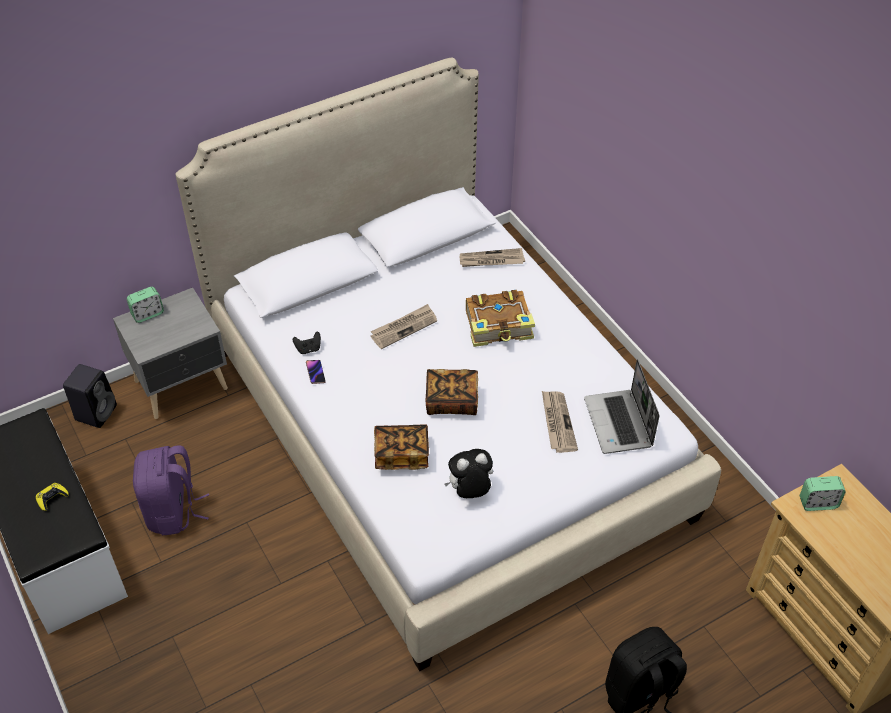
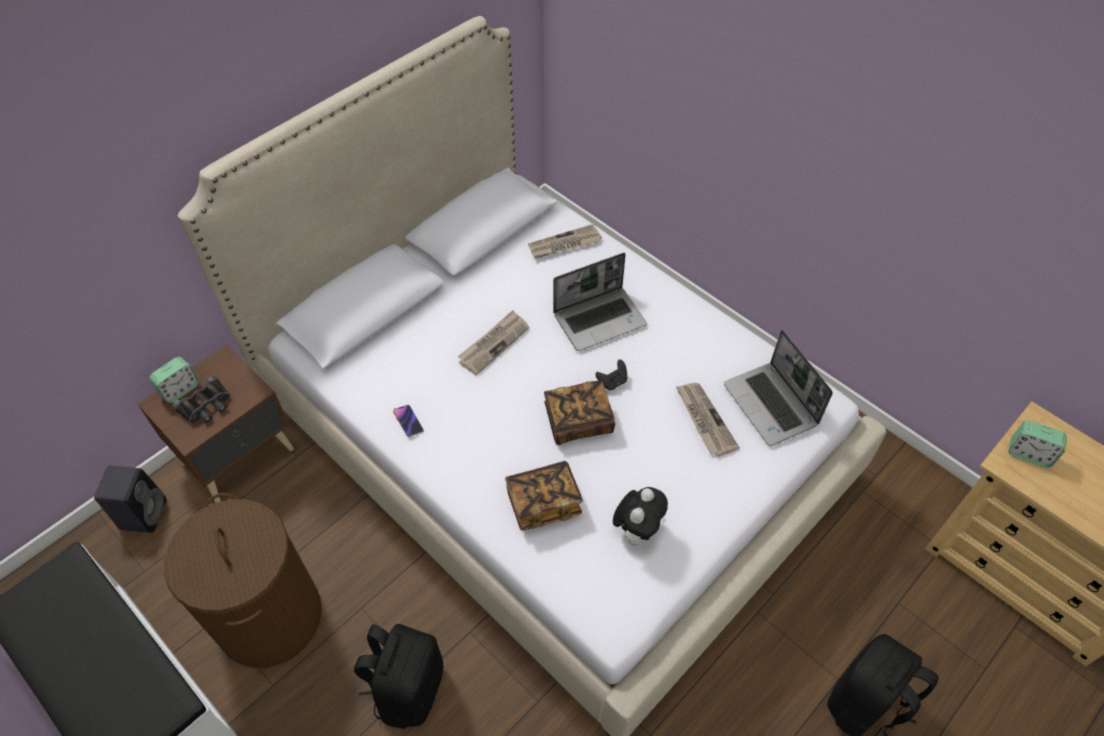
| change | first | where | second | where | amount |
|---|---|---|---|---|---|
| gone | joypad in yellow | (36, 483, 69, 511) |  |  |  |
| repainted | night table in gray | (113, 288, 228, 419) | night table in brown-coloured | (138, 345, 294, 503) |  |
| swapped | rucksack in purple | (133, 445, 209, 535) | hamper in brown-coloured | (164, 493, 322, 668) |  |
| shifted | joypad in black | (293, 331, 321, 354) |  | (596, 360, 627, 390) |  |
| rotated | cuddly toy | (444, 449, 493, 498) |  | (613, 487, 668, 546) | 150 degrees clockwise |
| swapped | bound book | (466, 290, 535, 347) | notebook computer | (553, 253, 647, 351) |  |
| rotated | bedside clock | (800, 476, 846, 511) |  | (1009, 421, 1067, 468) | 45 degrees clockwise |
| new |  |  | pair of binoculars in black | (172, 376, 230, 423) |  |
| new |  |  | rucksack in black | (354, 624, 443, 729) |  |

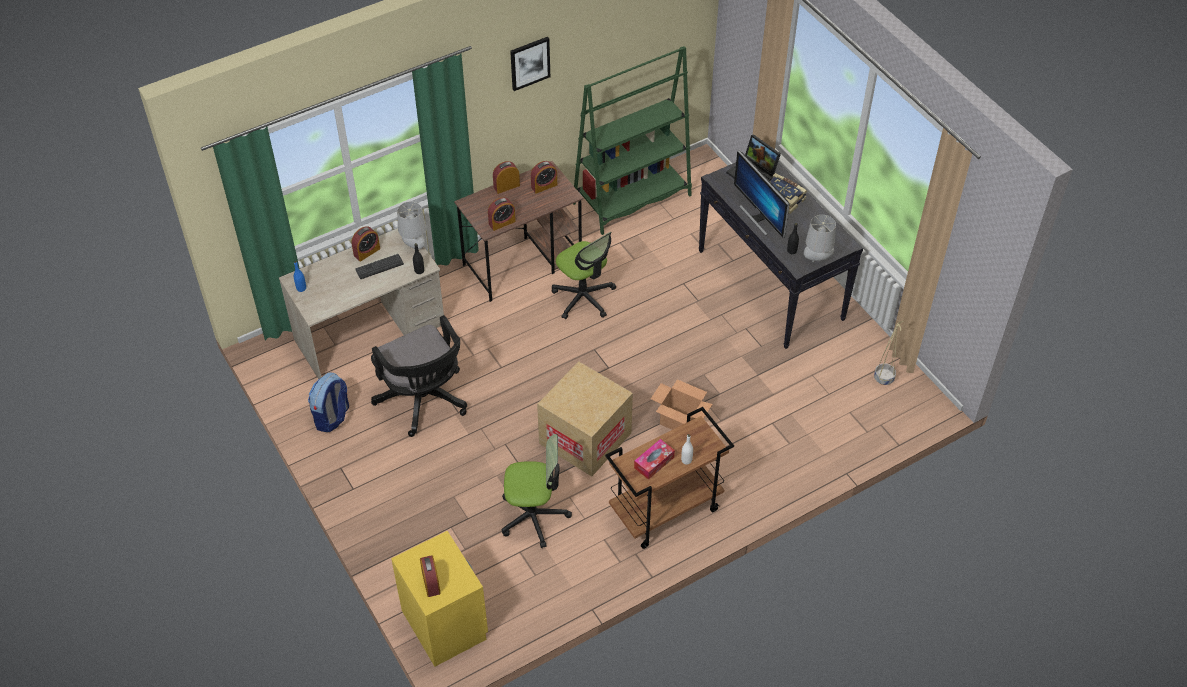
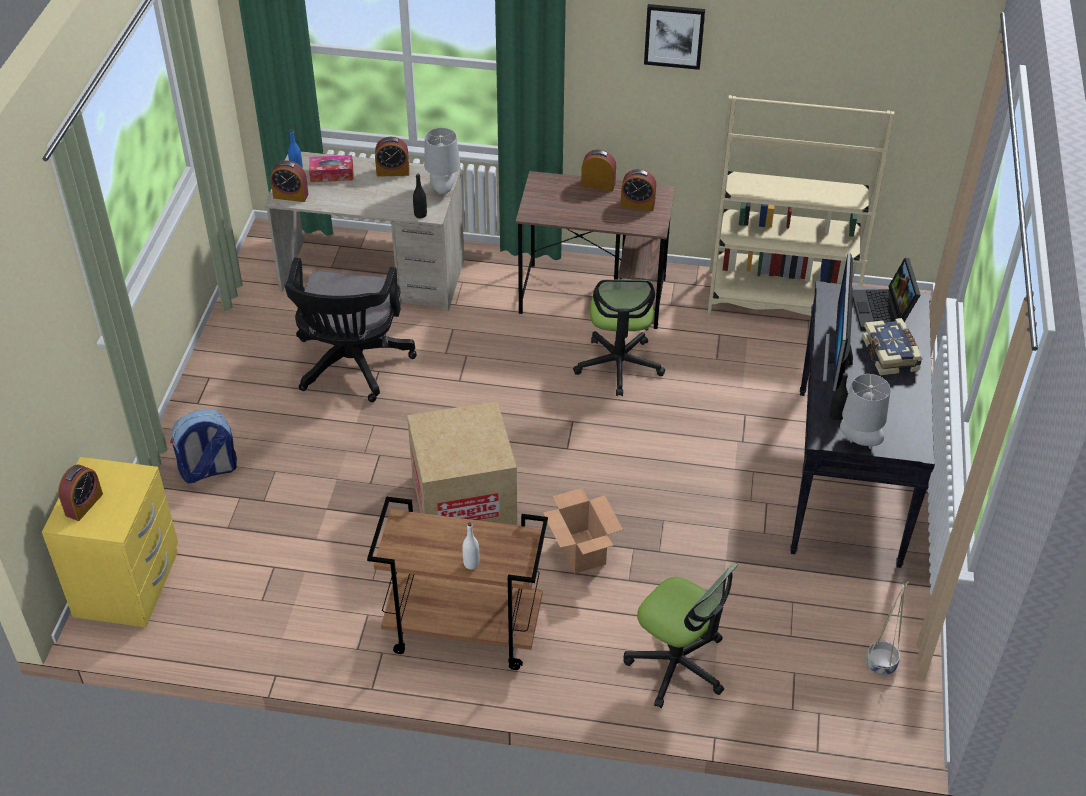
| change | first | where | second | where | amount |
|---|---|---|---|---|---|
| shifted | rucksack | (308, 372, 349, 432) |  | (170, 410, 237, 483) |  |
| gone | computer keyboard | (355, 254, 404, 279) |  |  |  |
| shifted | bedside clock | (488, 197, 516, 231) |  | (271, 160, 309, 202) |  |
| shifted | computer chair | (502, 434, 572, 548) |  | (623, 563, 738, 708) |  |
| repainted | shelving unit in greenish | (573, 46, 692, 235) | shelving unit in beige-coloured | (707, 95, 895, 317) |  |
| shifted | box of tissues | (634, 439, 675, 480) |  | (309, 155, 353, 182) |  |

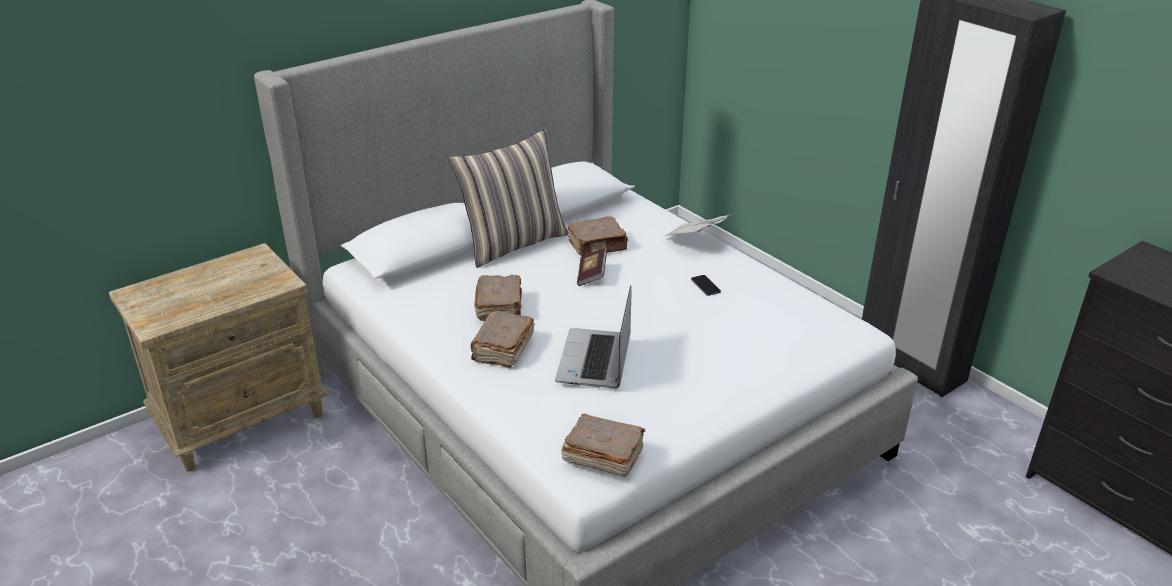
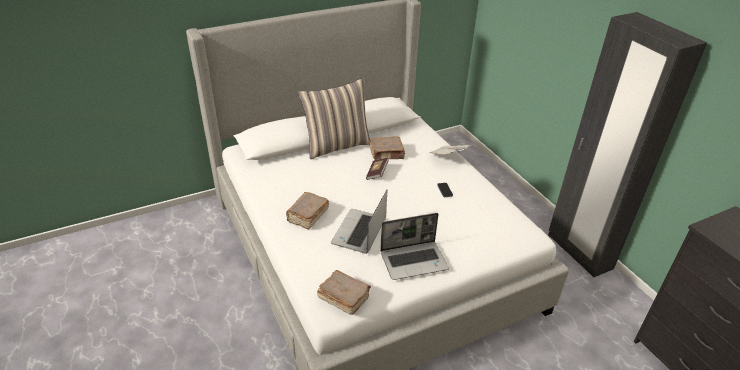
| change | first | where | second | where | amount |
|---|---|---|---|---|---|
| gone | night table in beige-coloured | (109, 243, 329, 472) |  |  |  |
| gone | bound book in brown-coloured | (474, 275, 522, 321) |  |  |  |
| new |  |  | notebook computer | (380, 213, 449, 280) |  |

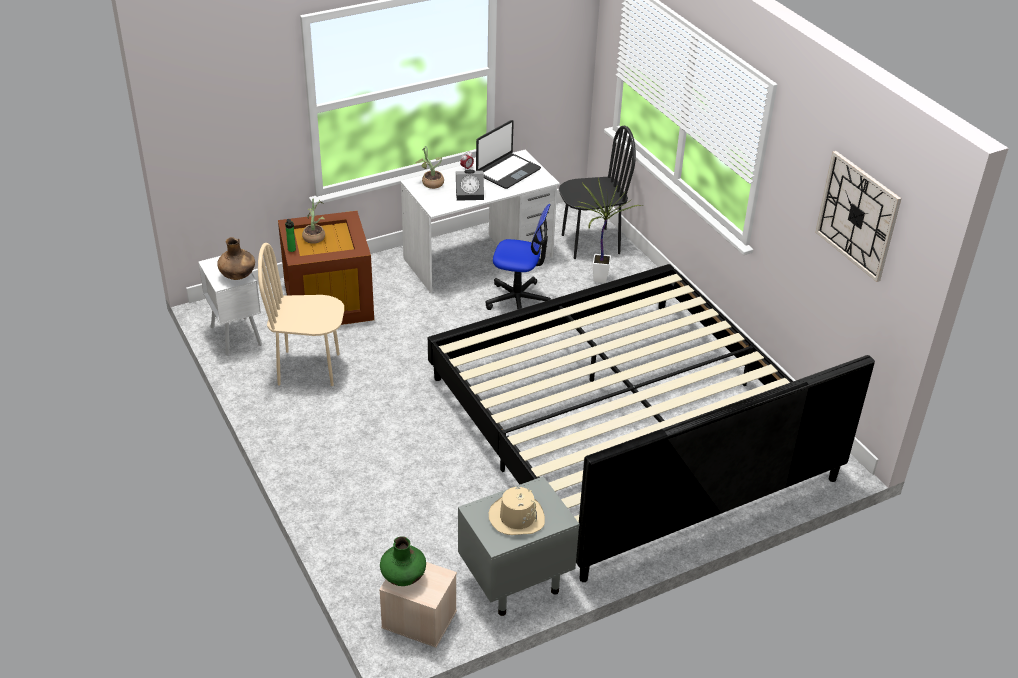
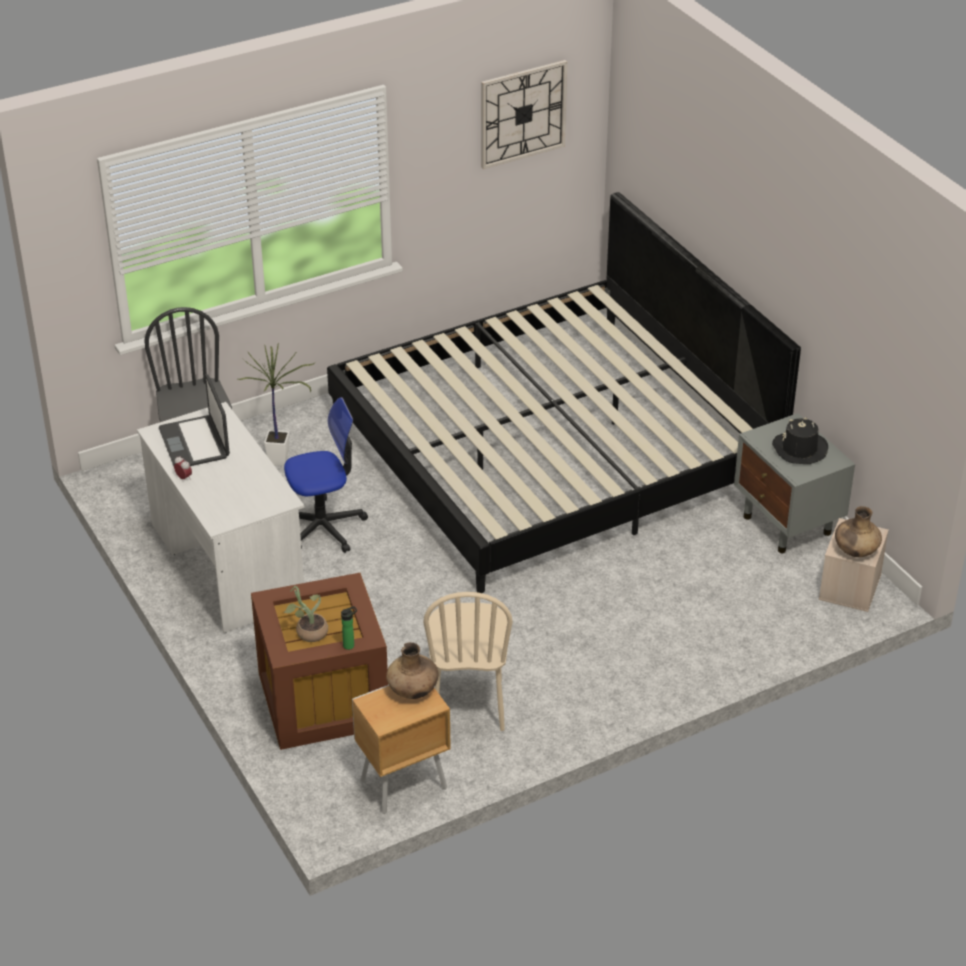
| change | first | where | second | where | amount |
|---|---|---|---|---|---|
| repainted | night table in white | (198, 256, 262, 356) | night table in brown-coloured | (352, 685, 451, 814) |  |
| repainted | flower vase in greenish | (380, 536, 426, 586) | flower vase in brown-coloured | (835, 506, 882, 557) |  |
| gone | potted plant | (415, 146, 444, 189) |  |  |  |
| gone | bedside clock | (456, 170, 484, 201) |  |  |  |
| rotated | notebook computer | (476, 120, 541, 189) |  | (159, 374, 230, 466) | 150 degrees counterclockwise |
| rotated | computer chair | (486, 204, 551, 310) |  | (284, 397, 368, 553) | 60 degrees clockwise |
| repainted | wearable hat in beige-coloured | (489, 487, 545, 535) | wearable hat in black | (772, 418, 828, 464) |  |

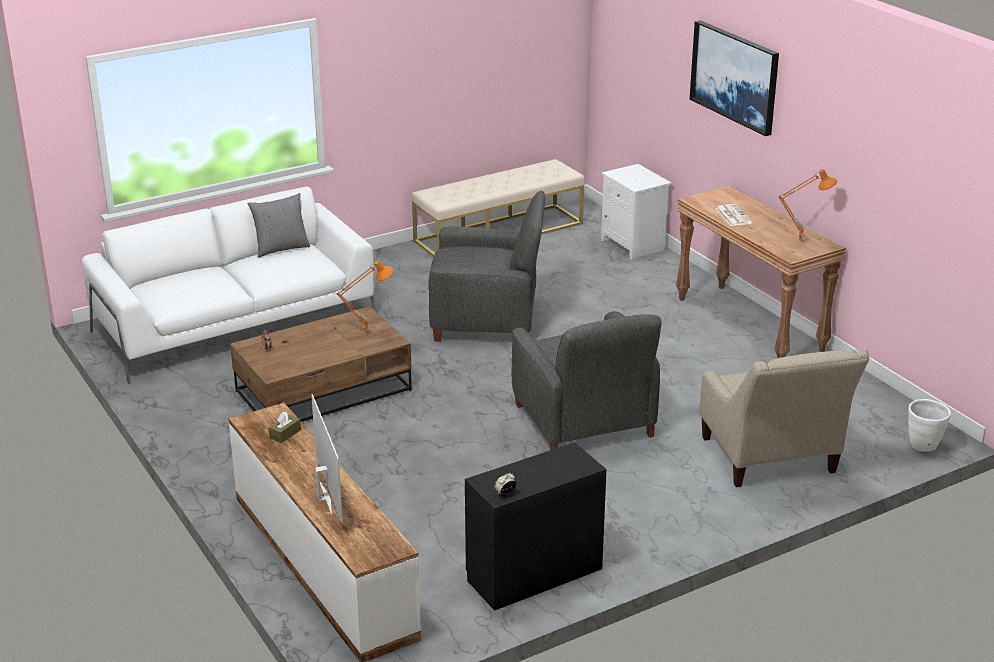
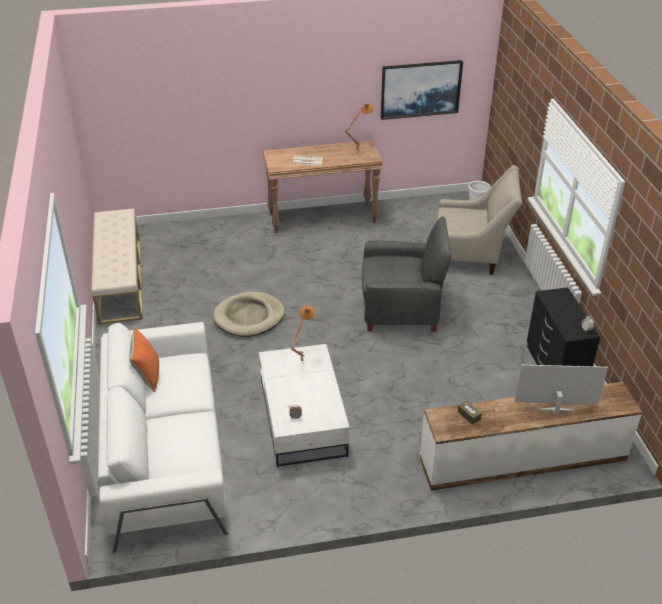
| change | first | where | second | where | amount |
|---|---|---|---|---|---|
| repainted | lounge table in brown-coloured | (230, 307, 412, 422) | lounge table in white | (259, 344, 350, 468) |  |
| repainted | pillow in gray | (248, 193, 310, 258) | pillow in orangey | (129, 327, 159, 392) |  |
| swapped | easy chair in gray | (428, 191, 545, 342) | pet bed in beige-coloured | (213, 292, 285, 337) |  |
| gone | night table in white | (601, 164, 672, 260) |  |  |  |
| shifted | wall picture | (690, 20, 779, 136) |  | (381, 60, 463, 120) |  |

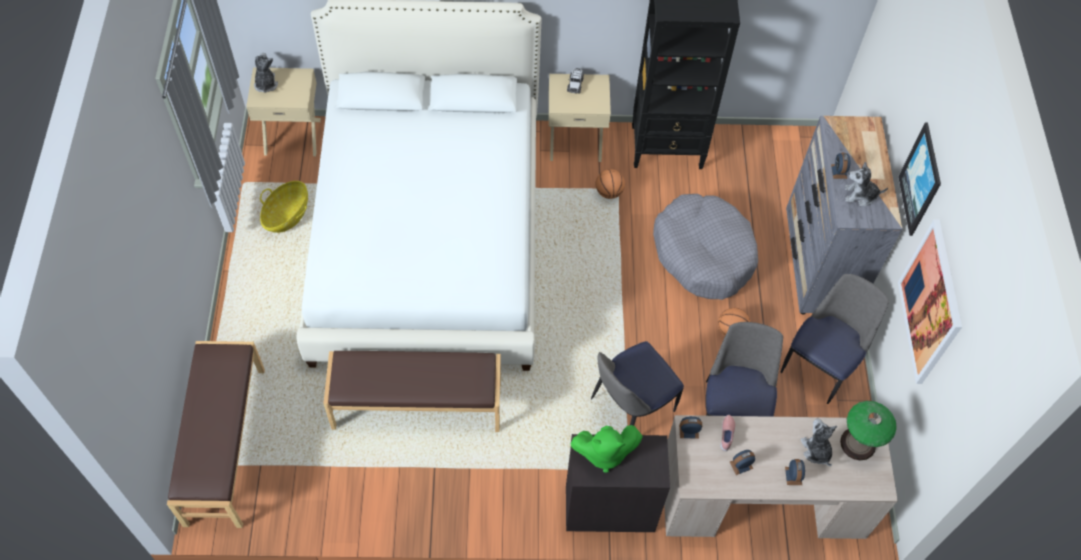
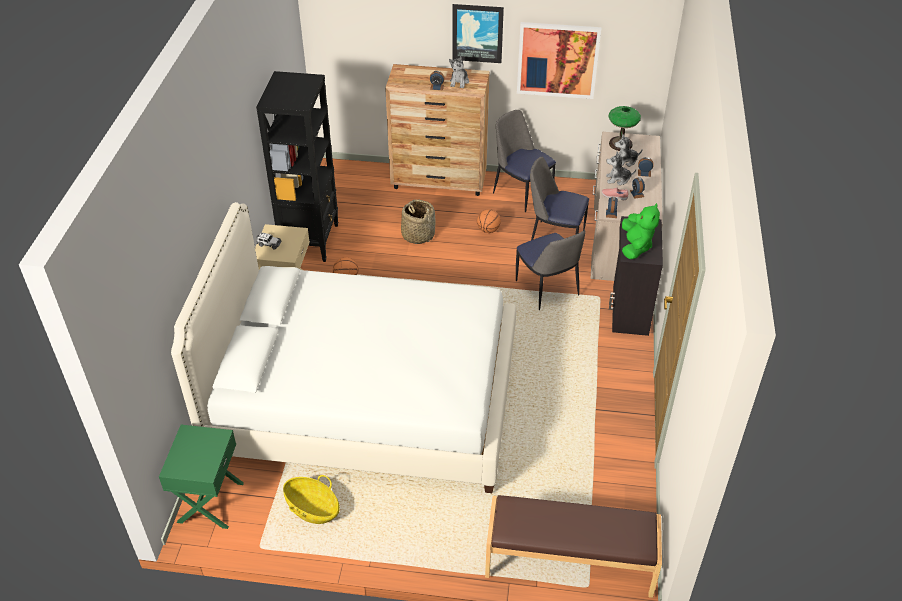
| change | first | where | second | where | amount |
|---|---|---|---|---|---|
| repainted | night table in beige-coloured | (246, 67, 321, 156) | night table in greenish | (159, 425, 244, 529) |  |
| shifted | cuddly toy | (254, 53, 278, 93) |  | (607, 151, 636, 185) |  |
| gone | indoor bench in brown-coloured | (323, 351, 501, 432) |  |  |  |
| swapped | pet bed in gray | (653, 194, 758, 300) | household basket | (401, 199, 435, 244) |  |
| repainted | dresser in gray | (786, 116, 902, 315) | dresser in brown-coloured | (385, 64, 489, 196) |  |

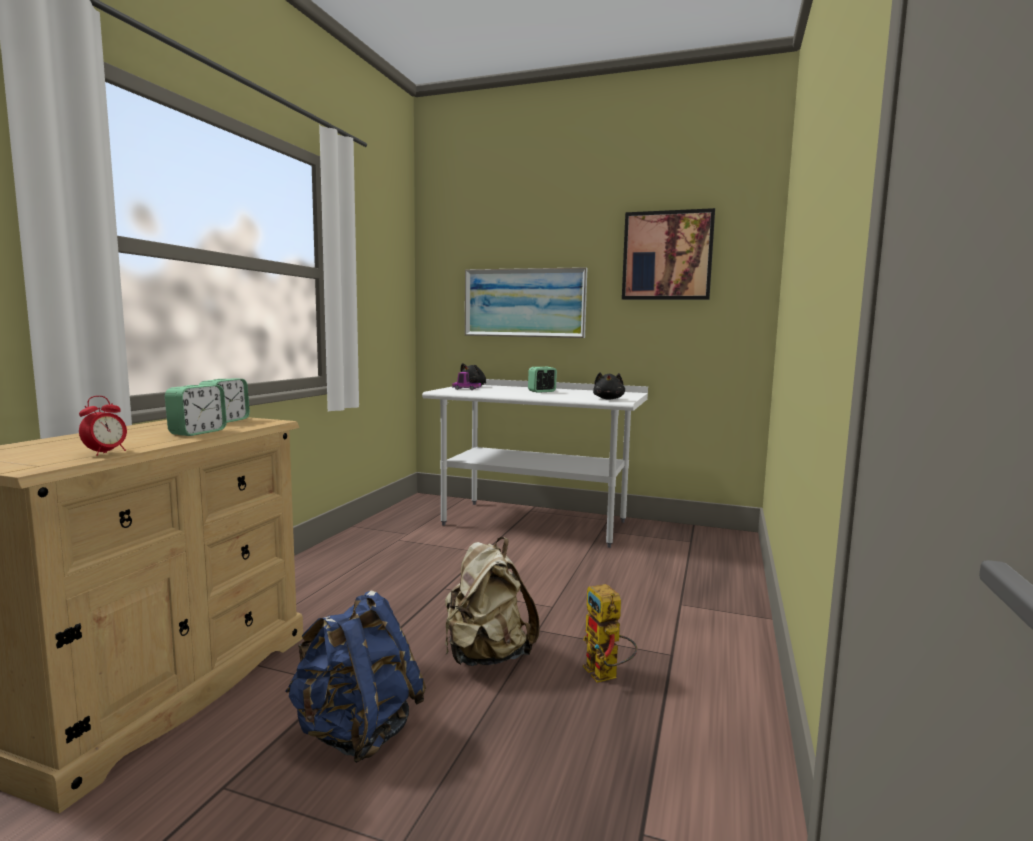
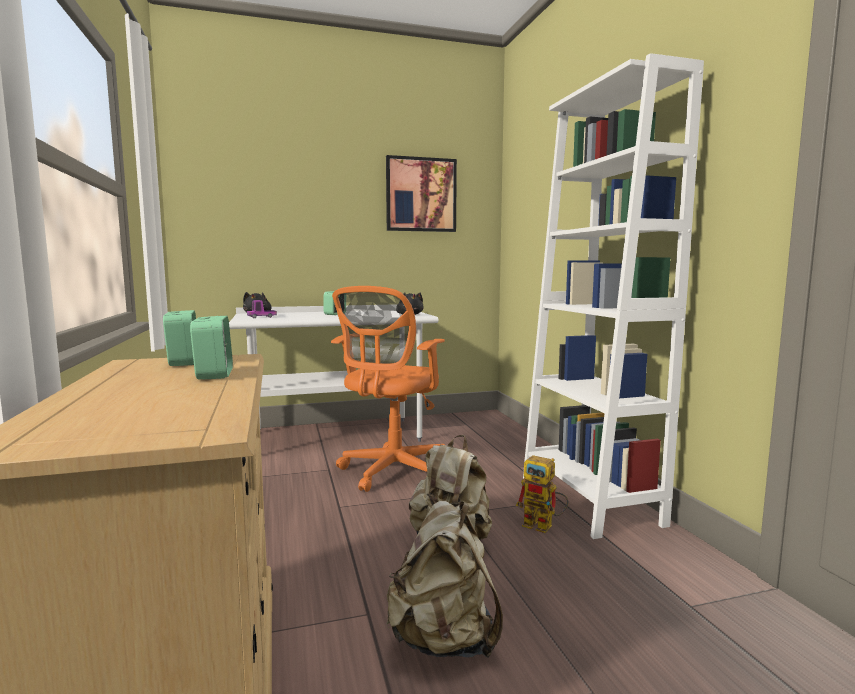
| change | first | where | second | where | amount |
|---|---|---|---|---|---|
| gone | bedside clock | (79, 396, 127, 456) |  |  |  |
| repainted | rucksack in bluish | (285, 590, 426, 763) | rucksack in beige-coloured | (386, 501, 503, 658) |  |
| gone | wall picture | (465, 267, 587, 338) |  |  |  |
| new |  |  | computer chair in orangey | (331, 286, 445, 492) |  |
| new |  |  | shelving unit in white | (523, 53, 704, 539) |  |

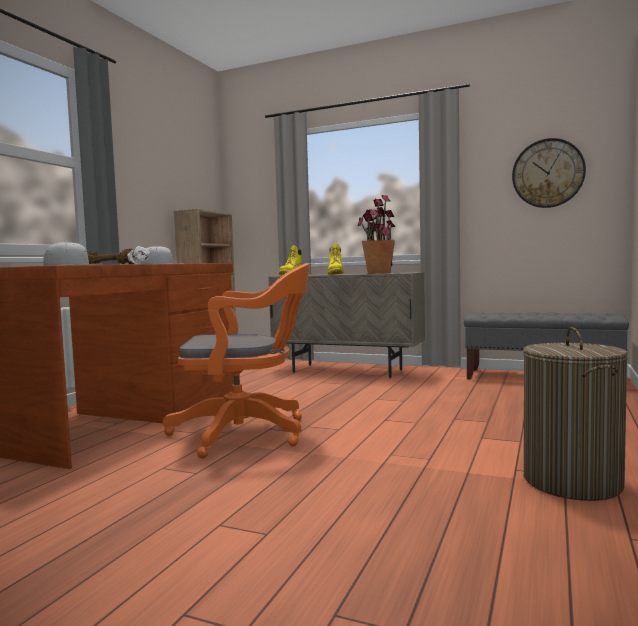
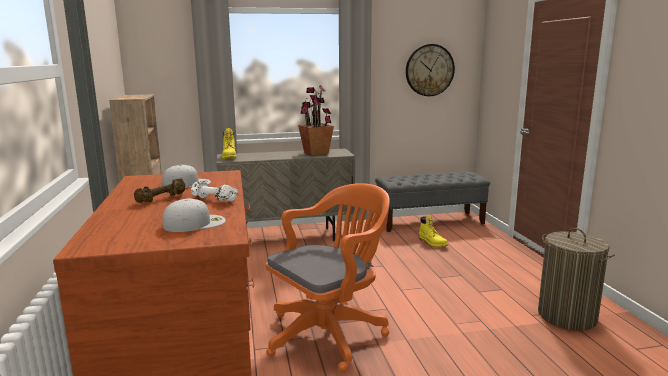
| change | first | where | second | where | amount |
|---|---|---|---|---|---|
| shifted | boot in yellow | (328, 243, 343, 274) |  | (419, 215, 448, 247) |  |

